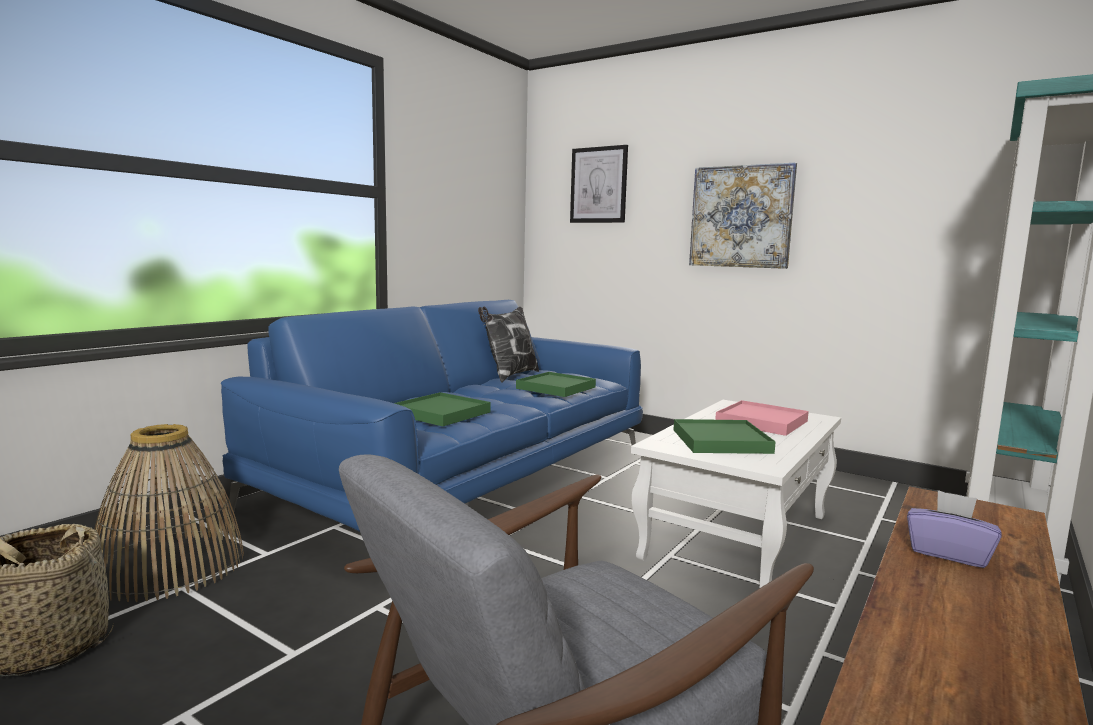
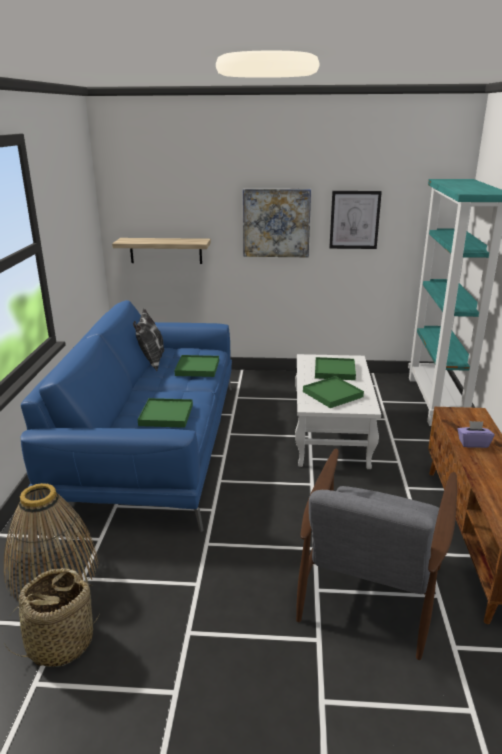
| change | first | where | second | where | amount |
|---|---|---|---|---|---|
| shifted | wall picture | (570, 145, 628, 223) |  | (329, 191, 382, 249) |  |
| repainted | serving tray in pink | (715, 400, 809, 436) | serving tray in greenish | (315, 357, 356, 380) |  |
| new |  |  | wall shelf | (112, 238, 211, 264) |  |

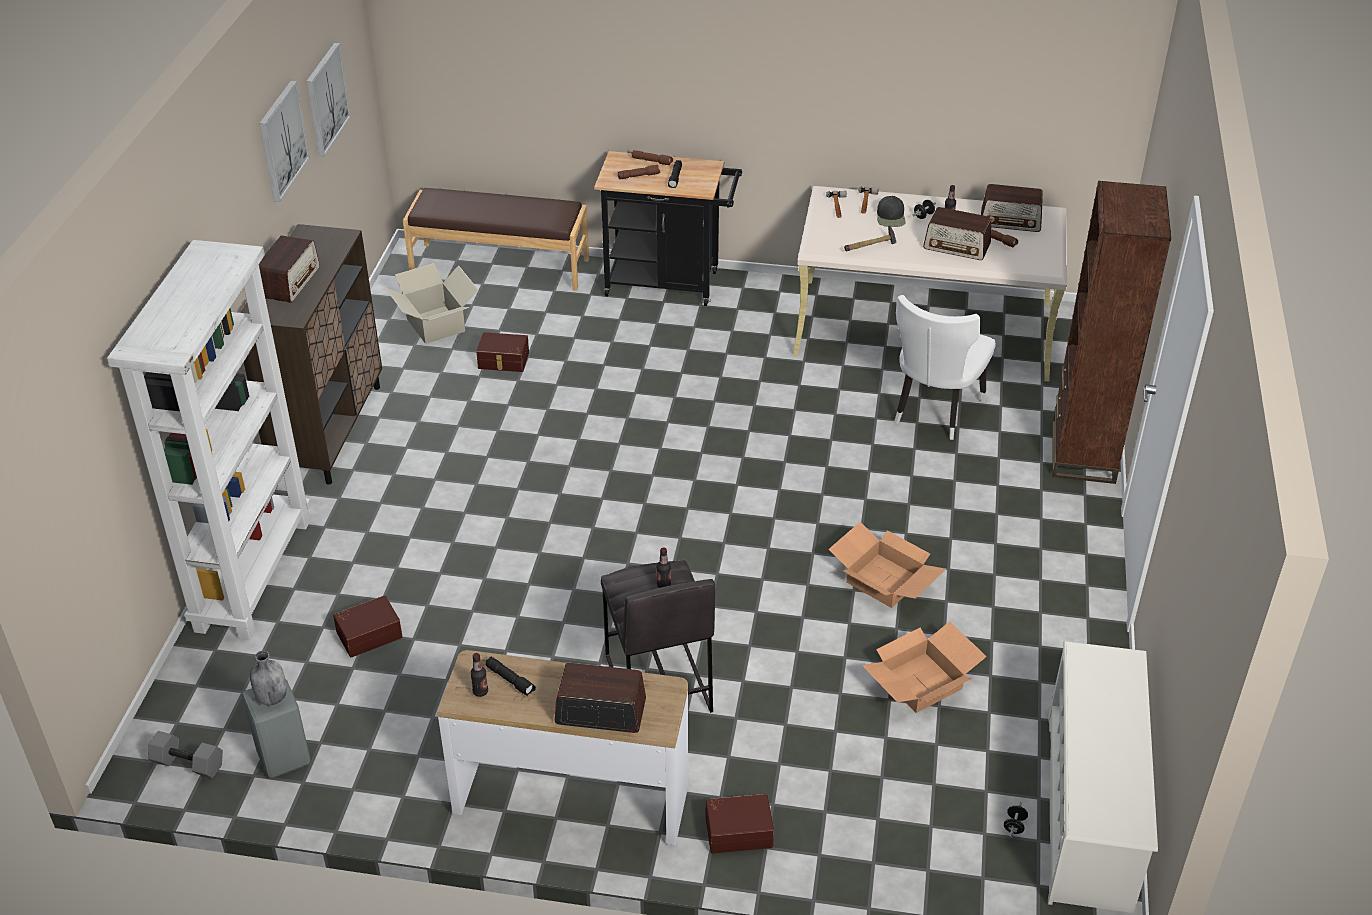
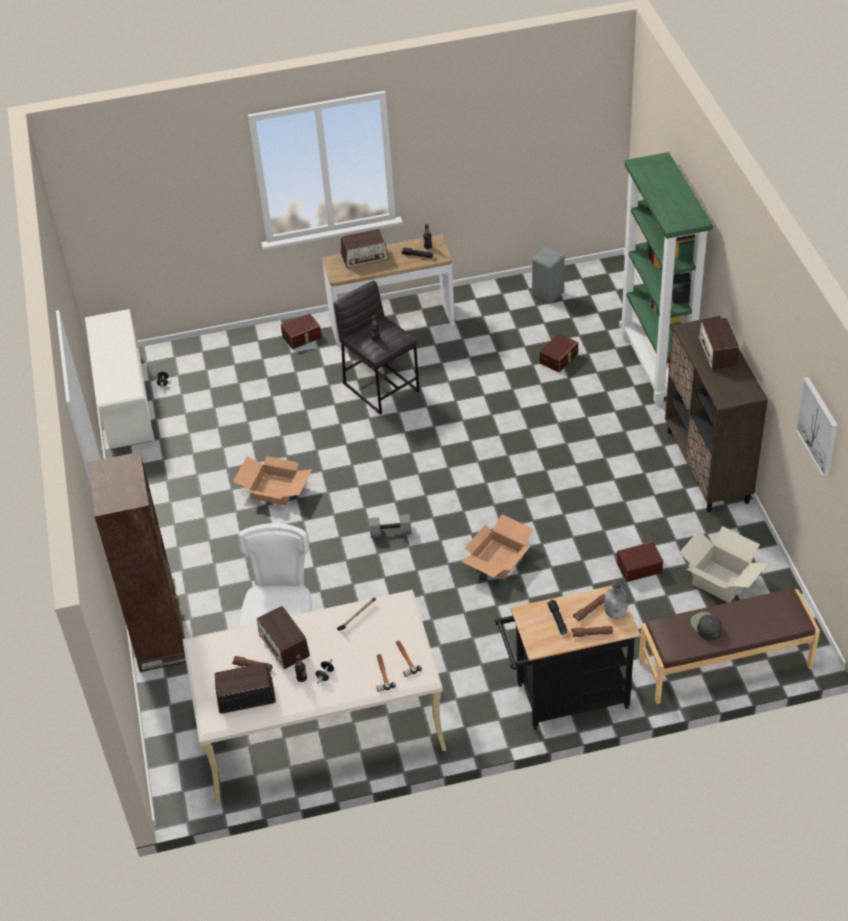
| change | first | where | second | where | amount |
|---|---|---|---|---|---|
| repainted | shelving unit in white | (107, 240, 311, 640) | shelving unit in greenish | (619, 152, 713, 406) |  |
| shifted | free weight in gray | (148, 731, 223, 778) |  | (369, 514, 412, 538) |  |
| shifted | drink bottle in gray | (250, 651, 287, 705) |  | (604, 582, 628, 619) |  |
| gone | wall picture | (259, 81, 310, 202) |  |  |  |
| shifted | carton | (862, 621, 987, 713) |  | (461, 514, 534, 579) |  |
| shifted | peaked cap in black | (877, 196, 906, 227) |  | (691, 612, 722, 641) |  |
| rotated | radio set | (923, 207, 991, 260) |  | (257, 606, 310, 669) | 120 degrees counterclockwise |

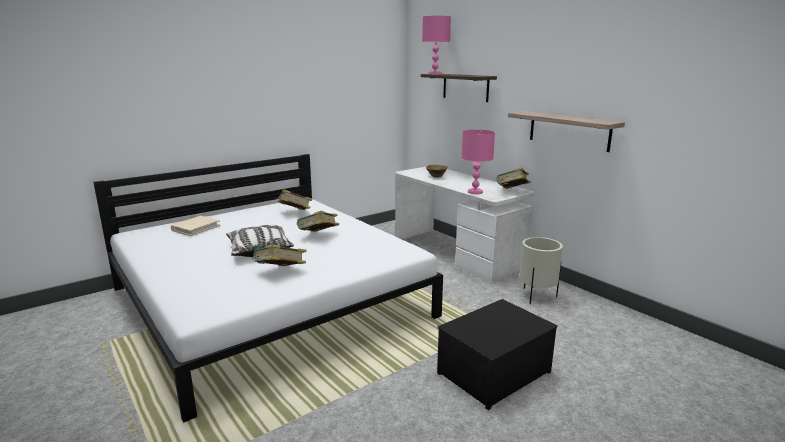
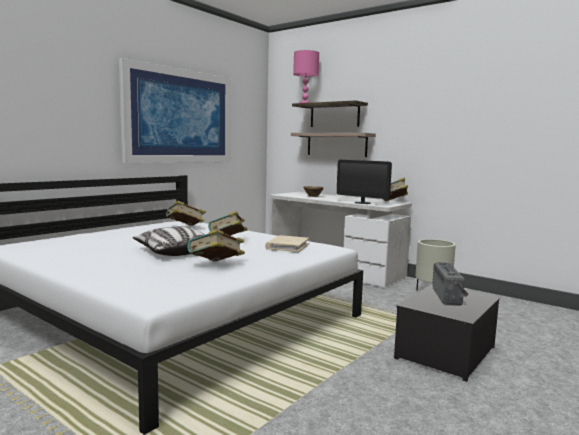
| change | first | where | second | where | amount |
|---|---|---|---|---|---|
| shifted | bound book in beige-coloured | (171, 216, 220, 236) |  | (265, 235, 310, 252) |  |
| swapped | table lamp in pink | (461, 130, 495, 194) | computer screen | (337, 160, 392, 204) |  |
| shifted | wall shelf | (508, 111, 625, 152) |  | (291, 133, 376, 157) |  |
| new |  |  | wall picture | (119, 58, 231, 163) |  |
| new |  |  | radio set | (432, 262, 469, 306) |  |

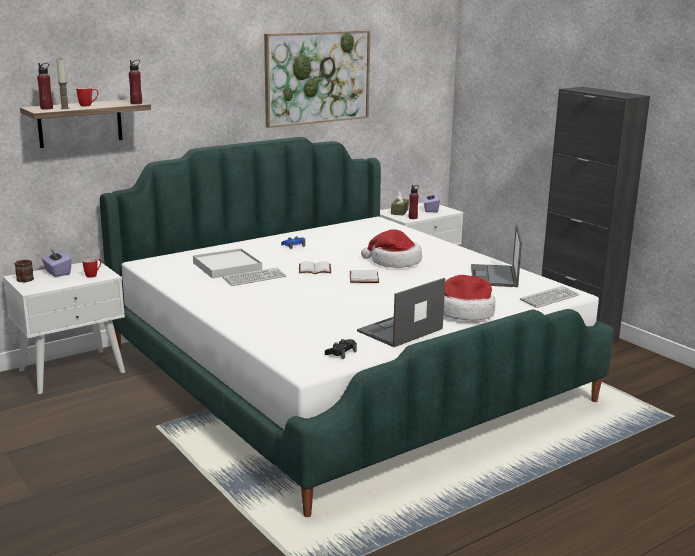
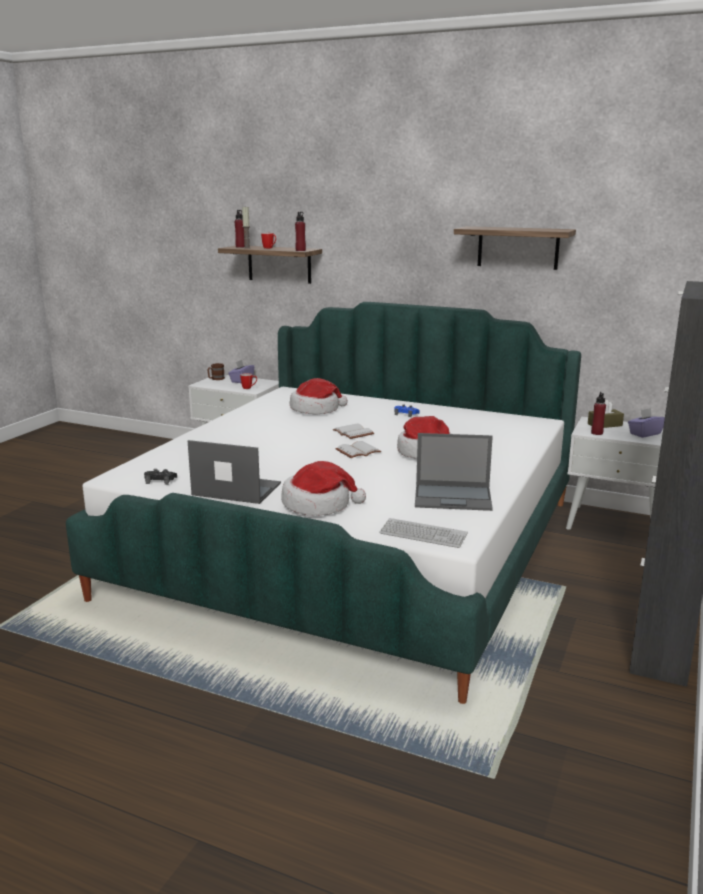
| change | first | where | second | where | amount |
|---|---|---|---|---|---|
| swapped | serving tray in white | (193, 248, 262, 278) | wearable hat | (290, 378, 348, 415) |  |
| gone | computer keyboard | (223, 268, 286, 286) |  |  |  |
| swapped | wall picture | (264, 31, 371, 128) | wall shelf | (454, 226, 576, 270) |  |
| rotated | notebook computer | (471, 225, 522, 287) |  | (415, 433, 493, 511) | 150 degrees counterclockwise |

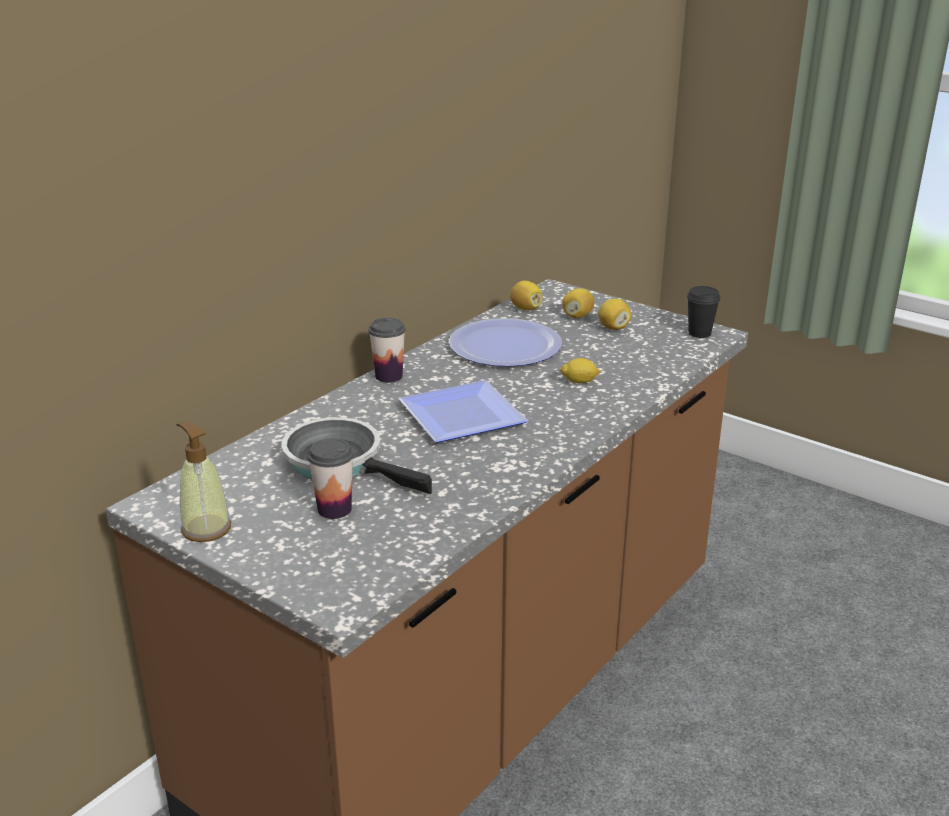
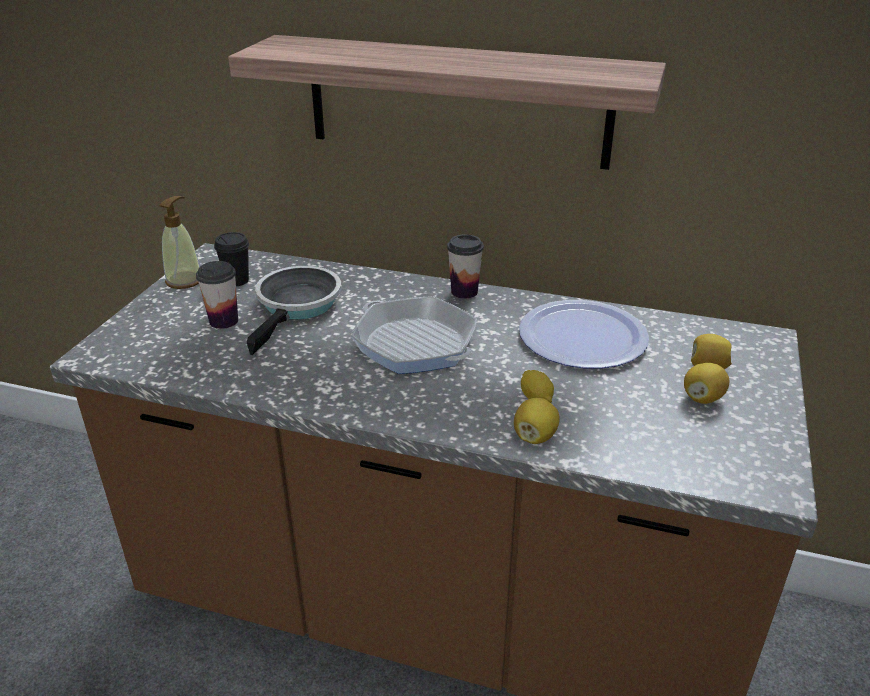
| change | first | where | second | where | amount |
|---|---|---|---|---|---|
| swapped | dinner plate | (399, 380, 528, 443) | frying pan | (351, 296, 477, 374) |  |
| shifted | citrus fruit | (510, 281, 543, 310) |  | (514, 398, 560, 444) |  |
| shifted | small cup in black | (687, 286, 720, 338) |  | (214, 232, 249, 286) |  |
| new |  |  | wall shelf | (228, 35, 666, 170) |  |

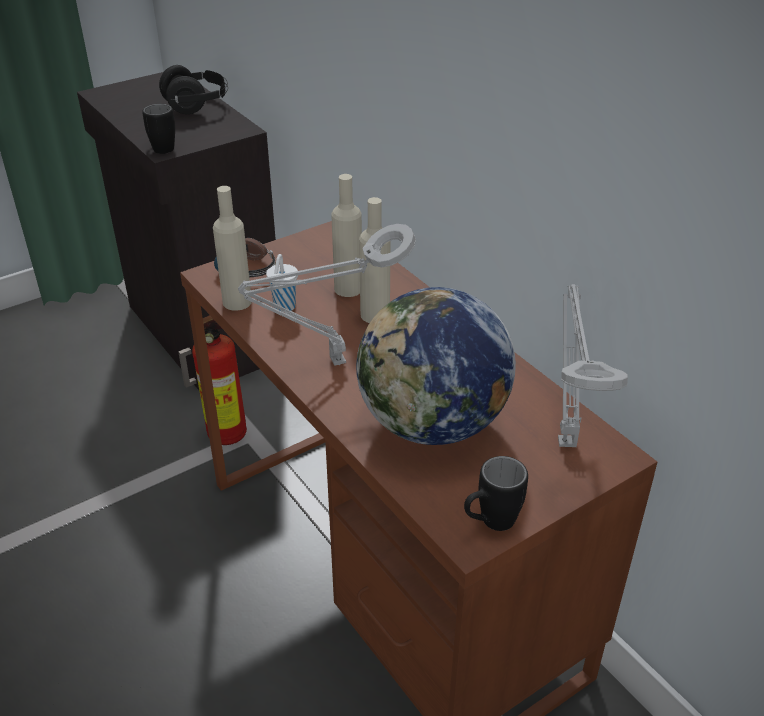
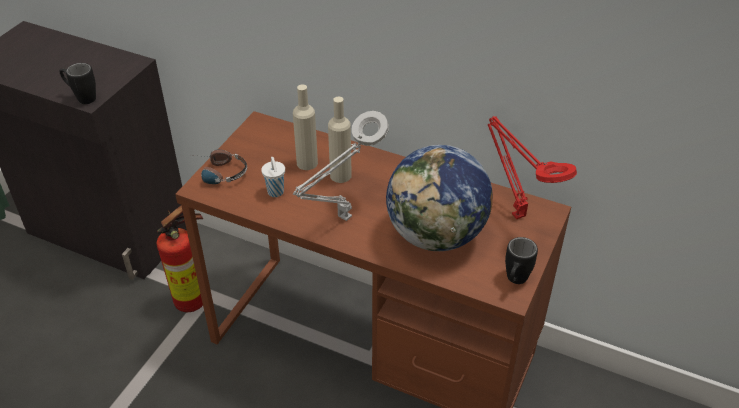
| change | first | where | second | where | amount |
|---|---|---|---|---|---|
| gone | headset in black | (159, 65, 228, 114) |  |  |  |
| gone | drink bottle in beige-coloured | (213, 186, 252, 311) |  |  |  |
| repainted | table lamp in gray | (558, 284, 628, 447) | table lamp in reddish | (488, 116, 577, 219) |  |

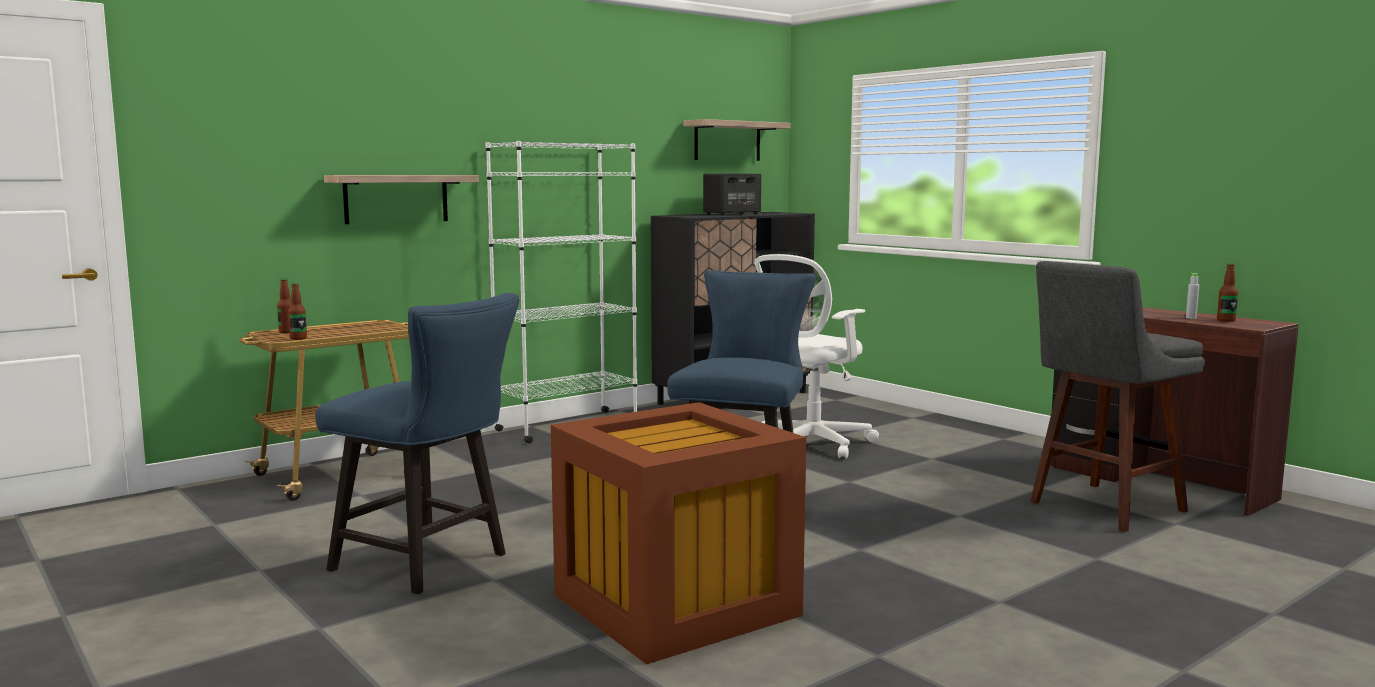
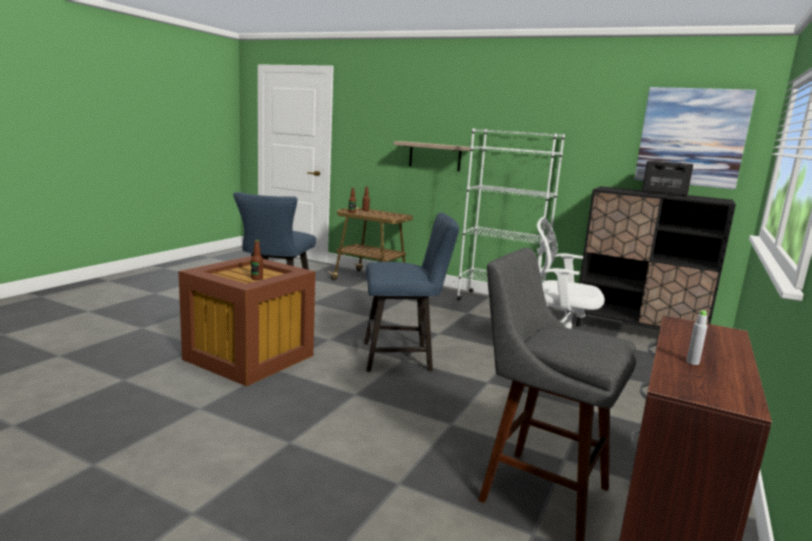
| change | first | where | second | where | amount |
|---|---|---|---|---|---|
| swapped | wall shelf | (683, 119, 791, 161) | wall picture | (634, 87, 756, 189) |  |
| shifted | drink bottle | (1217, 263, 1238, 322) |  | (251, 240, 263, 280) |  |

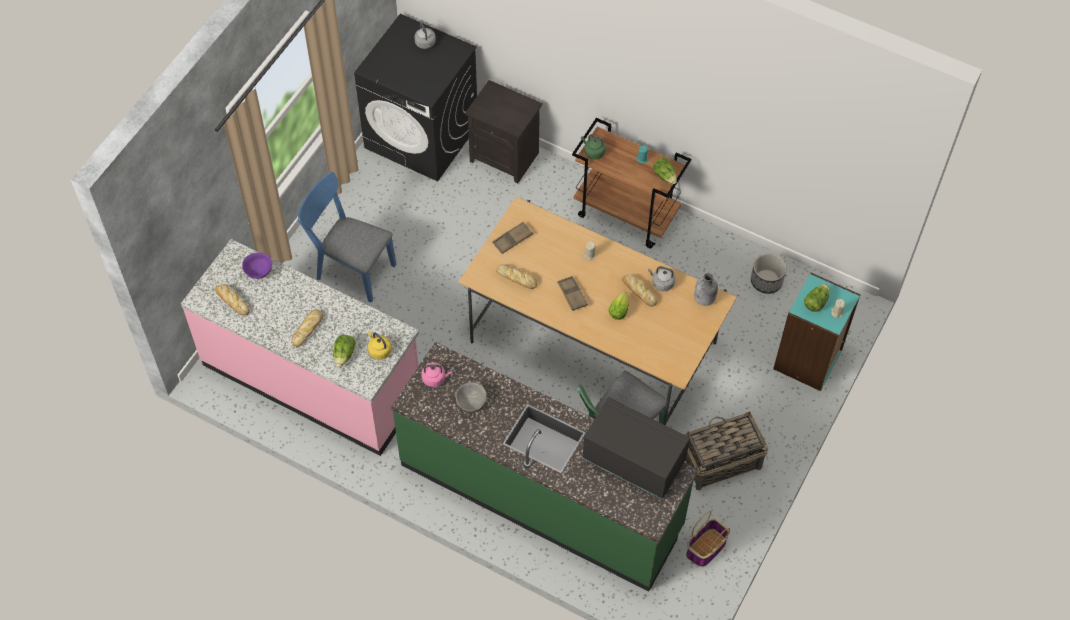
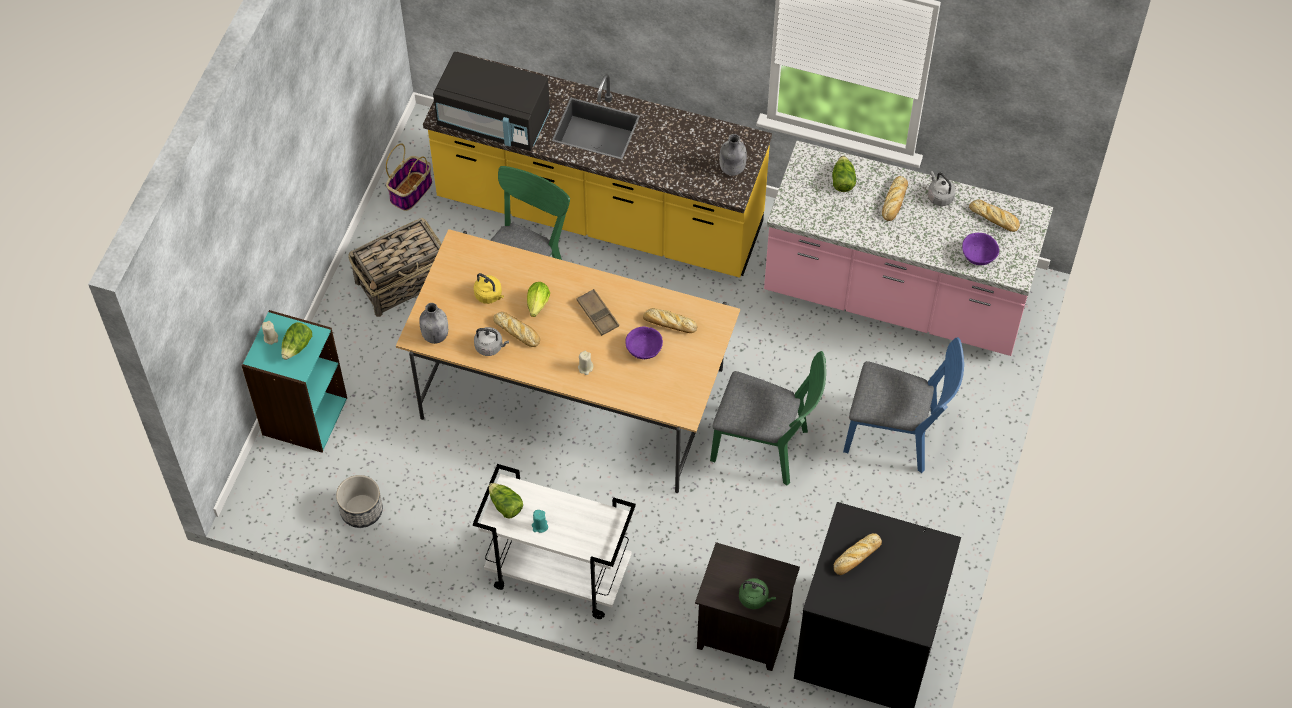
| change | first | where | second | where | amount |
|---|---|---|---|---|---|
| shifted | kettle in yellow | (368, 331, 392, 360) |  | (474, 273, 504, 304) |  |
| repainted | kitchen counter in greenish | (391, 342, 698, 592) | kitchen counter in yellow | (423, 52, 772, 278) |  |
| shifted | kettle in gray | (414, 23, 436, 49) |  | (928, 171, 956, 206) |  |
| swapped | kettle in pink | (421, 362, 452, 387) | drink bottle in gray | (719, 134, 747, 176) |  |
| gone | deep dish in gray | (455, 382, 487, 412) |  |  |  |
| gone | serving tray in brown-coloured | (492, 222, 533, 254) |  |  |  |
| repainted | cart in brown-coloured | (572, 118, 691, 248) | cart in white | (473, 464, 636, 619) |  |
| shifted | kettle in greenish | (581, 134, 606, 159) |  | (739, 578, 776, 609) |  |
| new |  |  | deep dish in purple | (625, 326, 663, 359) |  |
| new |  |  | chair in greenish | (710, 351, 826, 486) |  |
| new |  |  | baked bread | (834, 533, 882, 575) |  |

